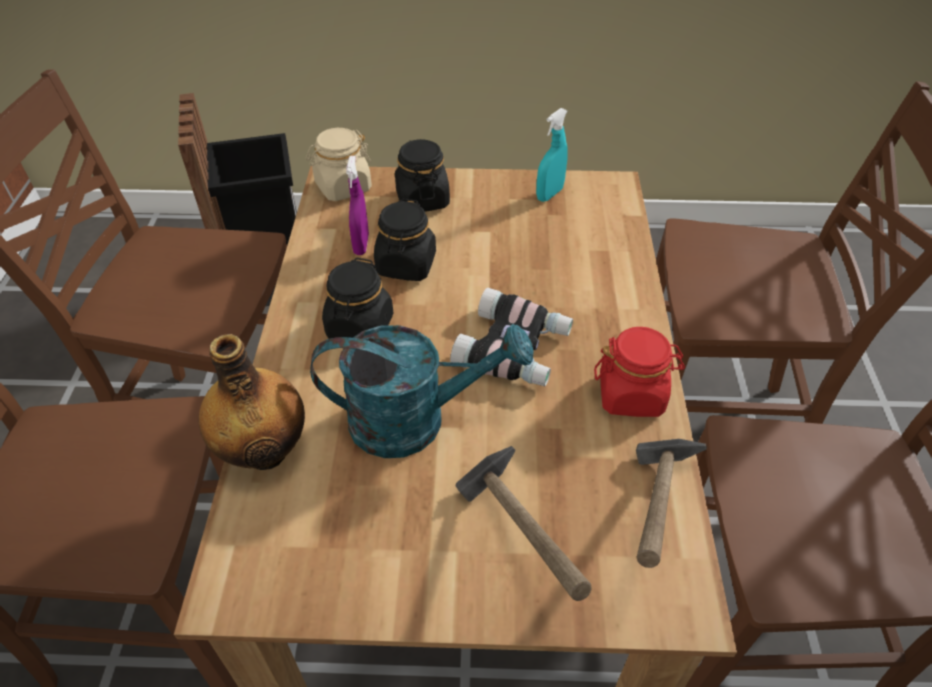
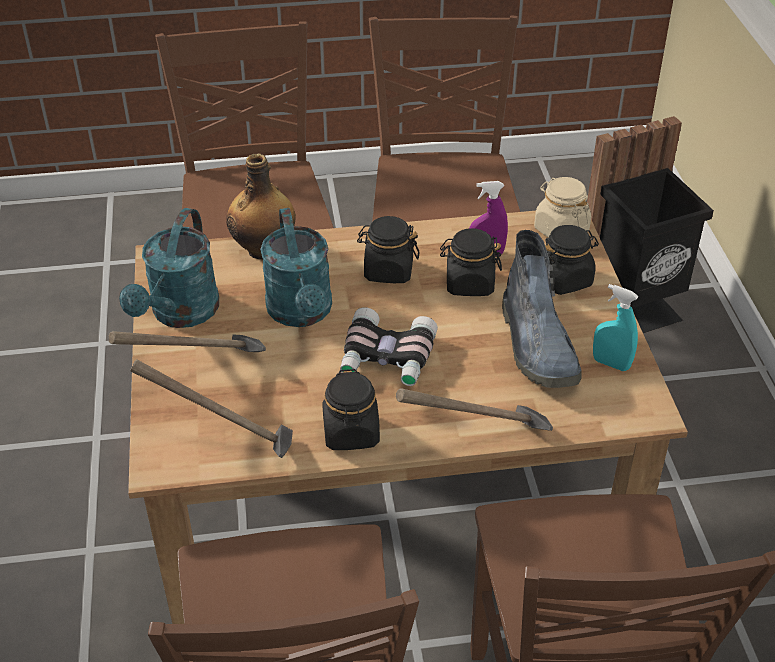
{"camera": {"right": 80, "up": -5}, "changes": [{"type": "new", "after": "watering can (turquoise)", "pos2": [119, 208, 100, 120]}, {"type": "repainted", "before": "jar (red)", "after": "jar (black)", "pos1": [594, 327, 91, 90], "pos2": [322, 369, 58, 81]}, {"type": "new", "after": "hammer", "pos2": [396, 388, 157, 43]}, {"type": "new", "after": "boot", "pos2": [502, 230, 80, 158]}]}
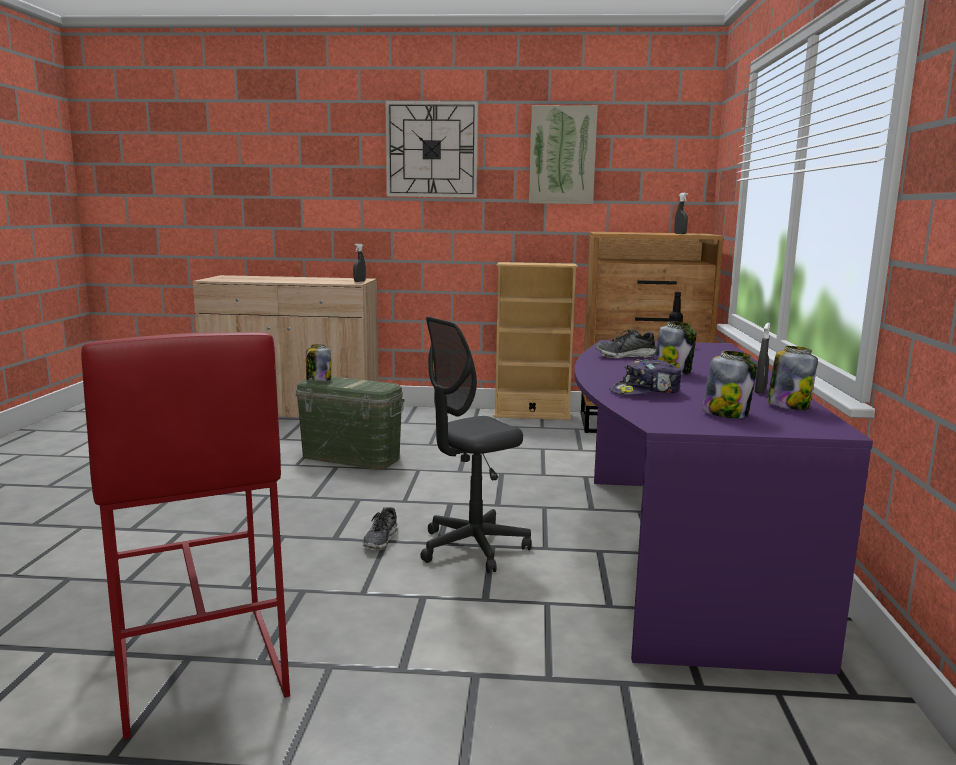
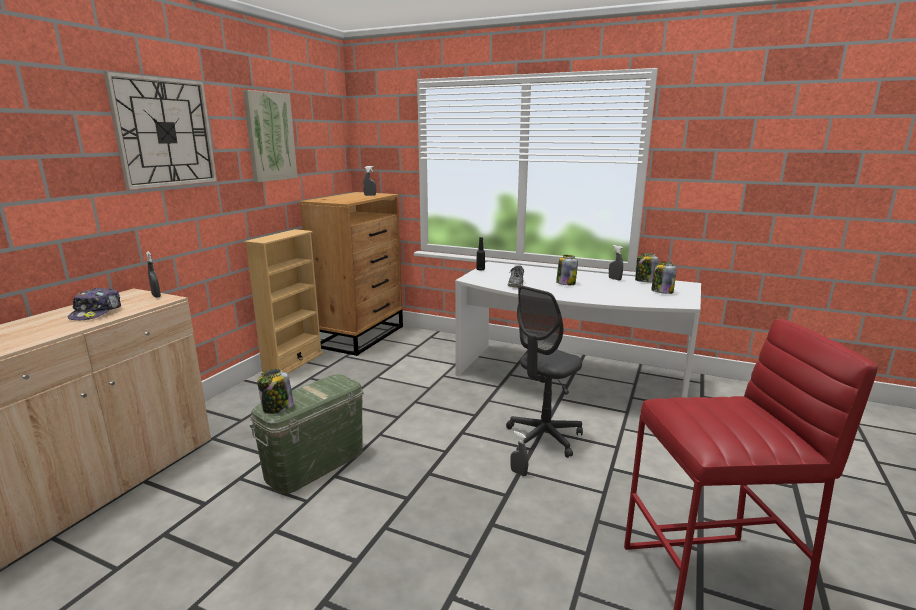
{"camera": {"right": -70, "up": 5}, "changes": [{"type": "shifted", "before": "cap", "pos1": [609, 359, 72, 36], "pos2": [68, 288, 53, 33]}, {"type": "repainted", "before": "desk (purple)", "after": "desk (white)", "pos1": [574, 340, 299, 335], "pos2": [455, 262, 246, 136]}, {"type": "rotated", "before": "office chair (grey)", "pos1": [420, 317, 112, 256], "pos2": [506, 285, 77, 173], "turn": 60}, {"type": "swapped", "before": "shoe", "after": "spray bottle (grey)", "pos1": [362, 507, 36, 43], "pos2": [510, 431, 18, 46]}]}
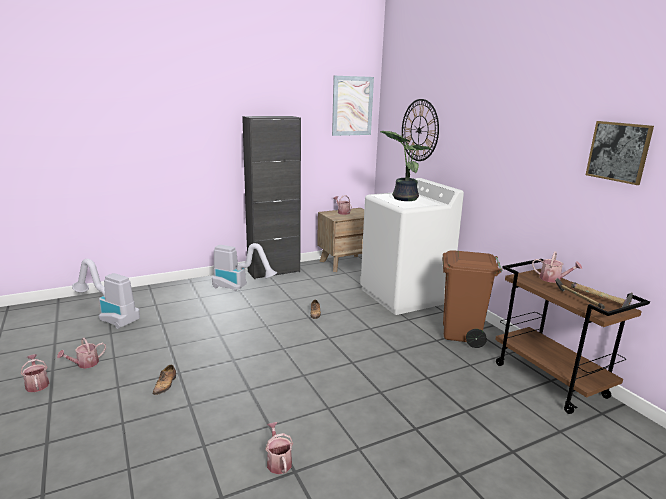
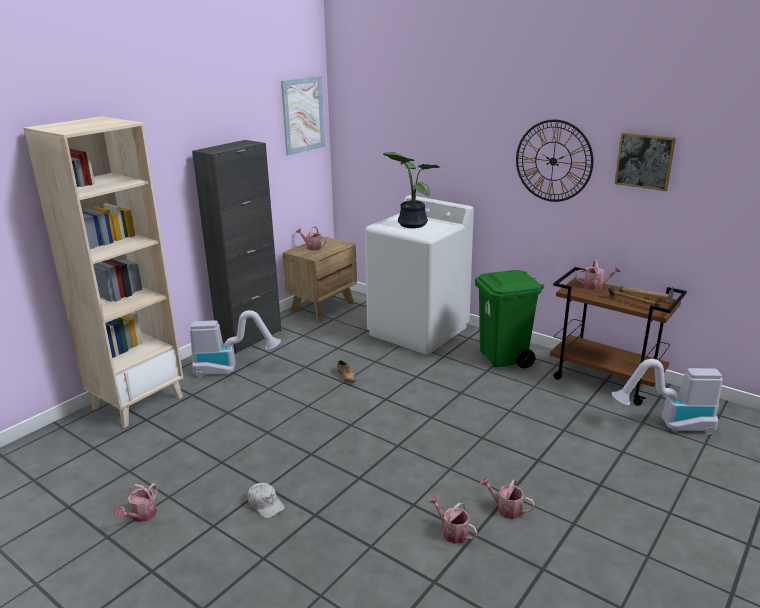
{"camera": {"right": -25, "up": 5}, "changes": [{"type": "new", "after": "bookcase (beige)", "pos2": [23, 116, 160, 312]}, {"type": "swapped", "before": "shoe", "after": "cap (white)", "pos1": [153, 365, 23, 30], "pos2": [247, 483, 38, 35]}, {"type": "repainted", "before": "trash can (brown)", "after": "trash can (green)", "pos1": [443, 250, 60, 98], "pos2": [475, 270, 70, 98]}, {"type": "shifted", "before": "watering can", "pos1": [21, 354, 28, 38], "pos2": [480, 477, 55, 42]}, {"type": "shifted", "before": "wall clock", "pos1": [402, 99, 37, 62], "pos2": [516, 119, 77, 83]}, {"type": "shifted", "before": "vacuum cleaner", "pos1": [72, 259, 68, 70], "pos2": [611, 359, 111, 75]}]}
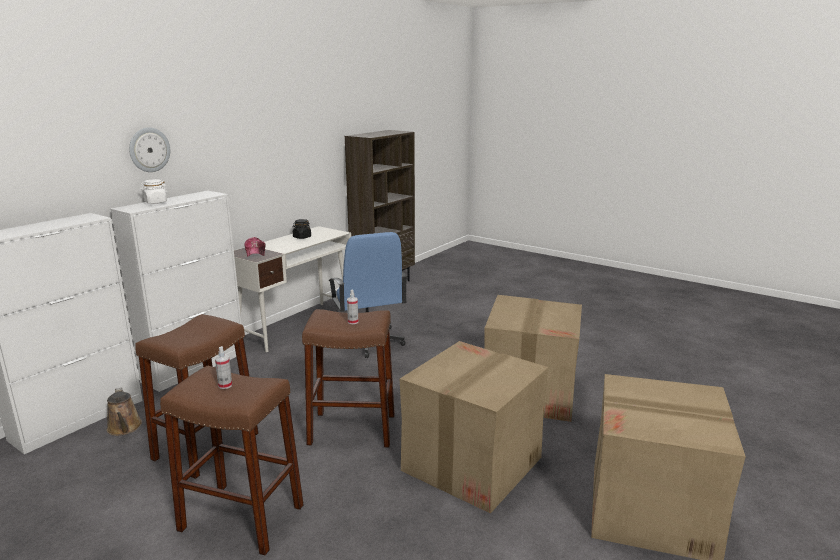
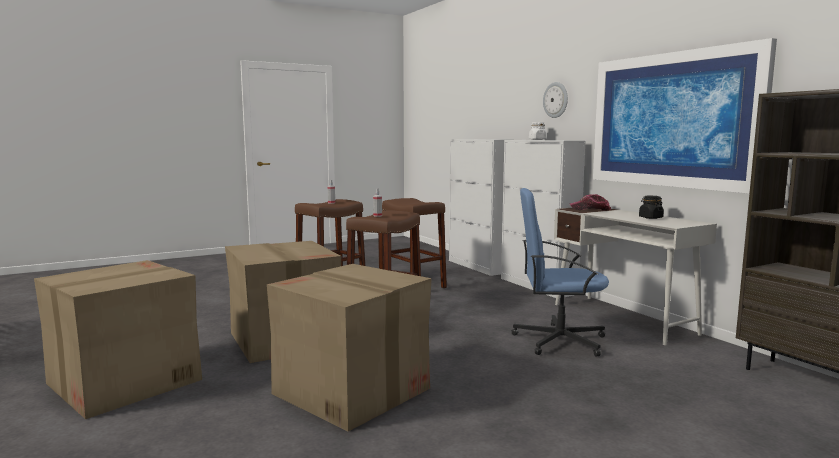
{"camera": {"right": 115, "up": -10}, "changes": [{"type": "new", "after": "picture", "pos2": [593, 38, 184, 156]}, {"type": "gone", "before": "watering can (brown)", "pos1": [107, 387, 35, 49]}]}
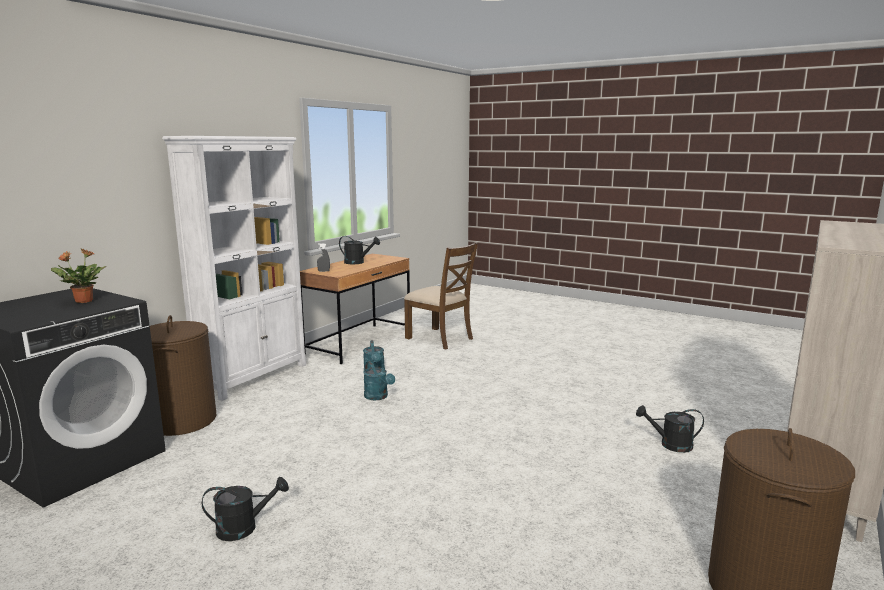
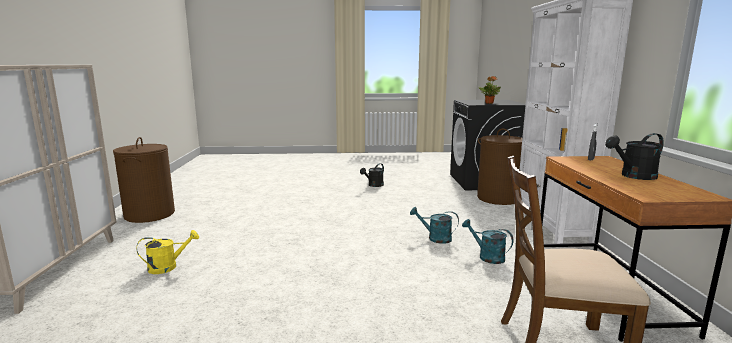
{"camera": {"right": 145, "up": 0}, "changes": [{"type": "repainted", "before": "watering can (black)", "after": "watering can (yellow)", "pos1": [636, 405, 68, 48], "pos2": [136, 230, 63, 44]}]}
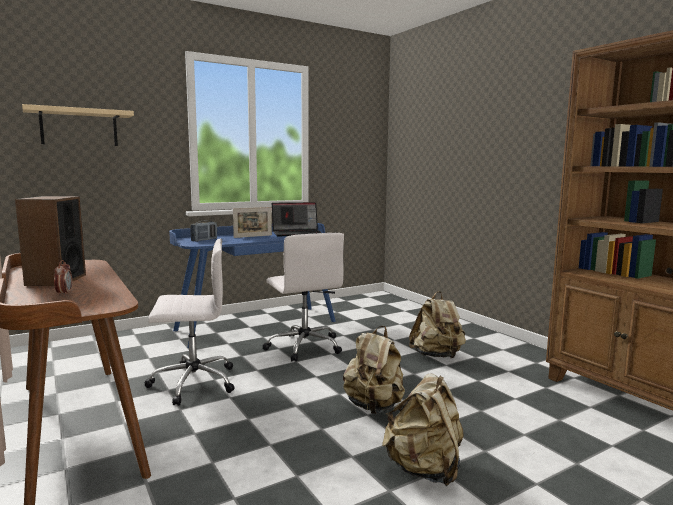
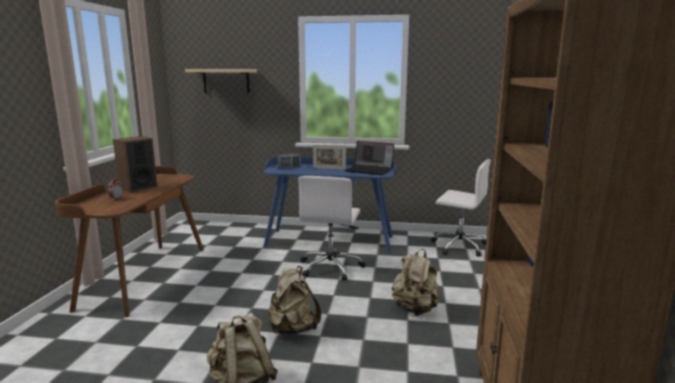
{"camera": {"right": 40, "up": 5}, "changes": [{"type": "shifted", "before": "office chair (white)", "pos1": [144, 239, 90, 167], "pos2": [431, 159, 60, 98]}]}
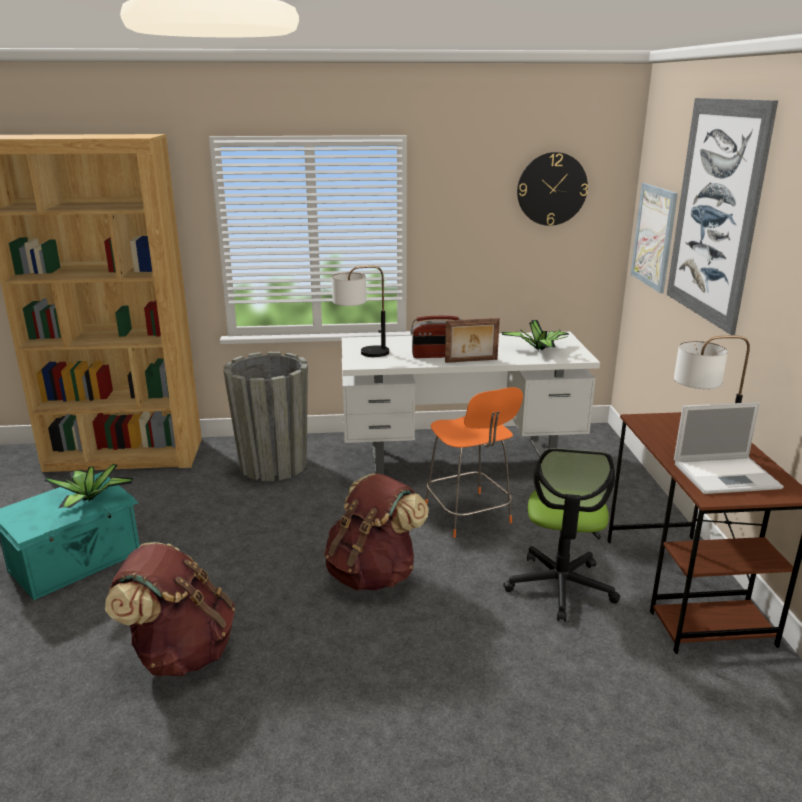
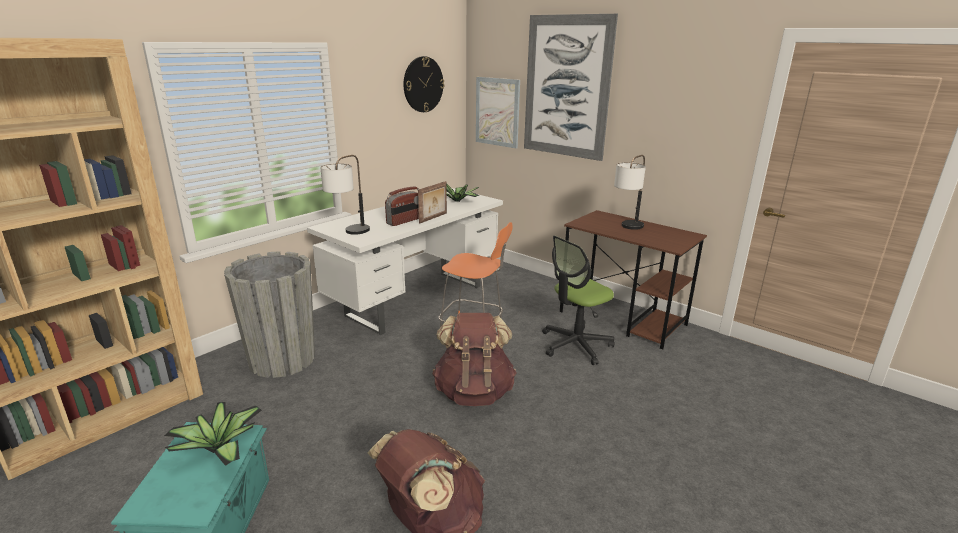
{"camera": {"right": -45, "up": 0}, "changes": [{"type": "rotated", "before": "office chair", "pos1": [503, 448, 117, 174], "pos2": [542, 236, 73, 129], "turn": 90}, {"type": "gone", "before": "laptop", "pos1": [674, 402, 110, 92]}]}
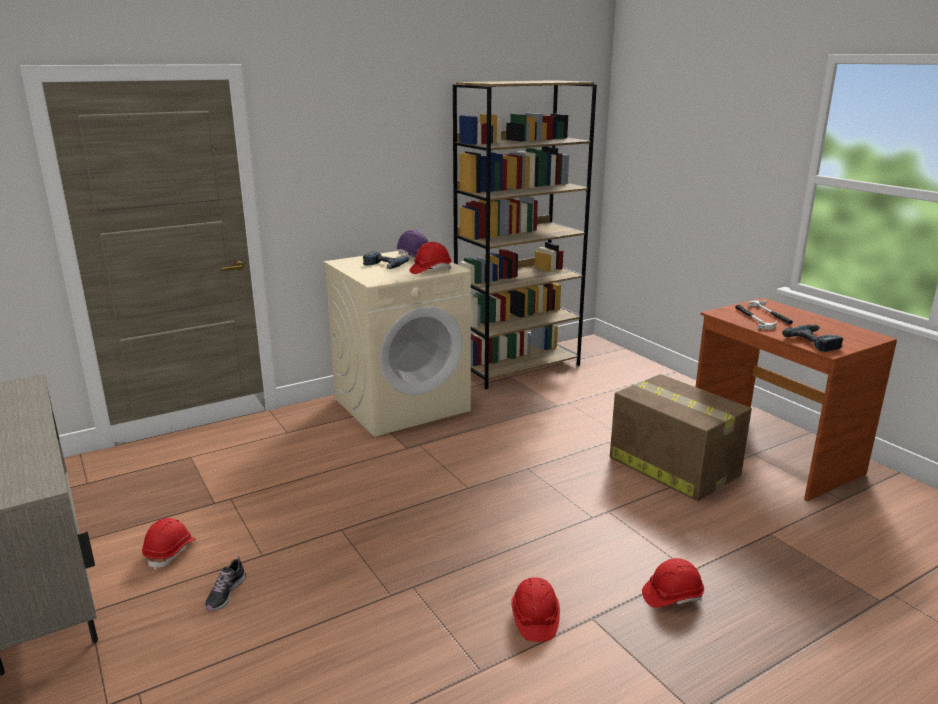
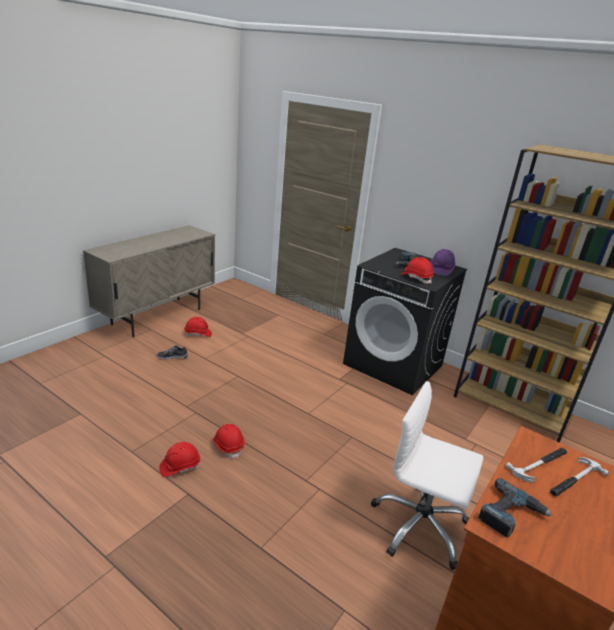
{"camera": {"right": 65, "up": 5}, "changes": [{"type": "shifted", "before": "hard hat (red)", "pos1": [642, 558, 62, 50], "pos2": [213, 424, 32, 34]}, {"type": "repainted", "before": "washing machine (beige)", "after": "washing machine (black)", "pos1": [324, 251, 147, 186], "pos2": [343, 248, 124, 147]}, {"type": "swapped", "before": "cardboard box", "after": "office chair (white)", "pos1": [610, 374, 142, 127], "pos2": [371, 381, 113, 189]}]}
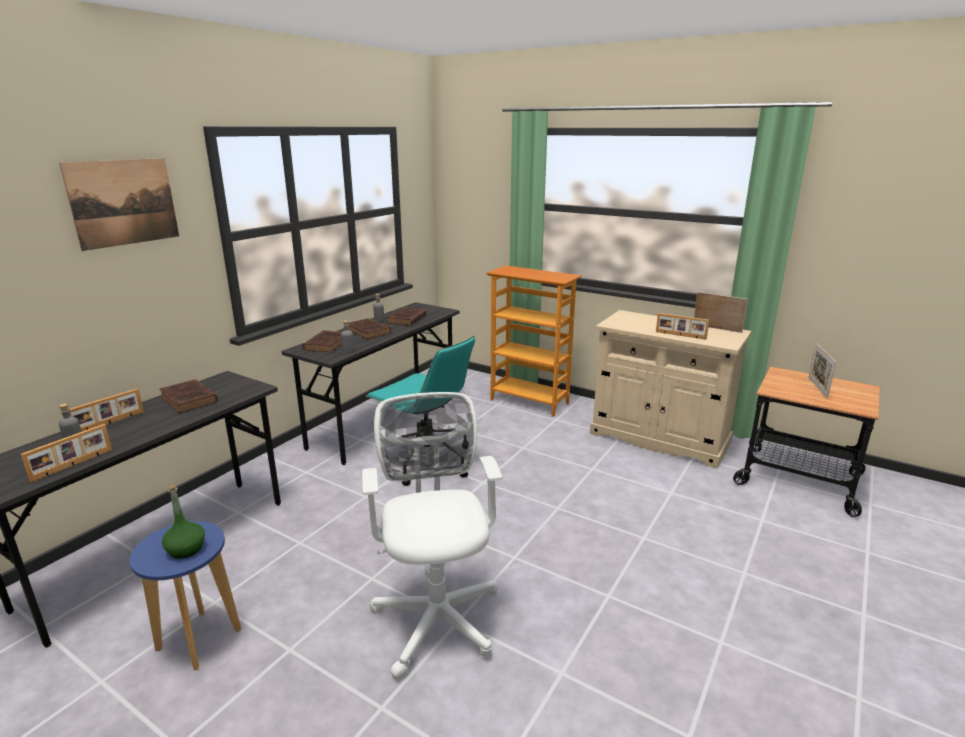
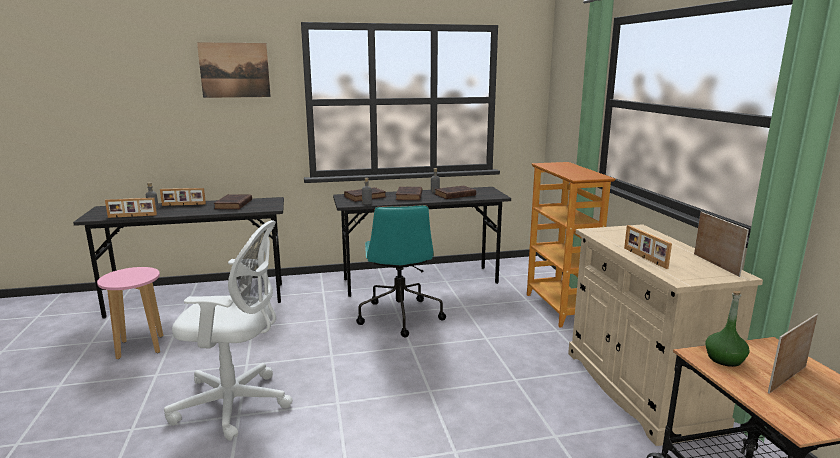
{"camera": {"right": 45, "up": -5}, "changes": [{"type": "repainted", "before": "stool (blue)", "after": "stool (pink)", "pos1": [129, 521, 112, 149], "pos2": [97, 267, 67, 92]}, {"type": "rotated", "before": "office chair (white)", "pos1": [362, 392, 140, 288], "pos2": [164, 220, 129, 221], "turn": 60}, {"type": "shifted", "before": "bottle (green)", "pos1": [162, 485, 43, 74], "pos2": [705, 291, 45, 76]}]}
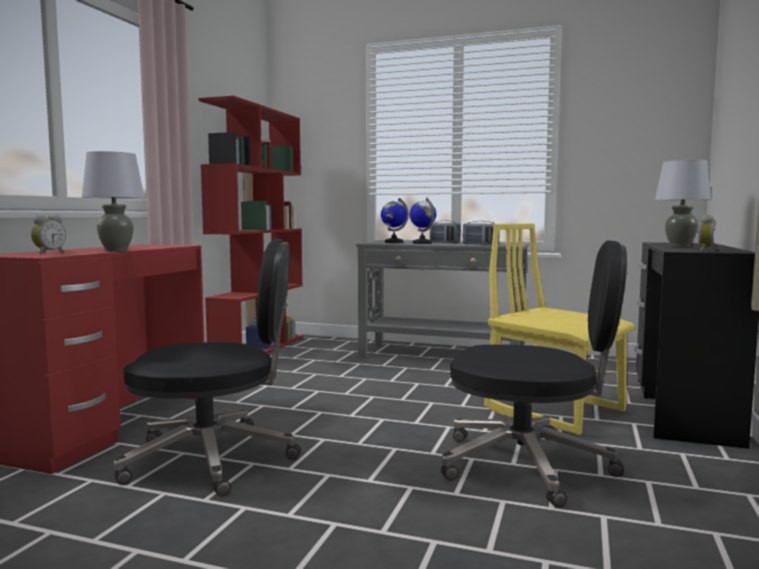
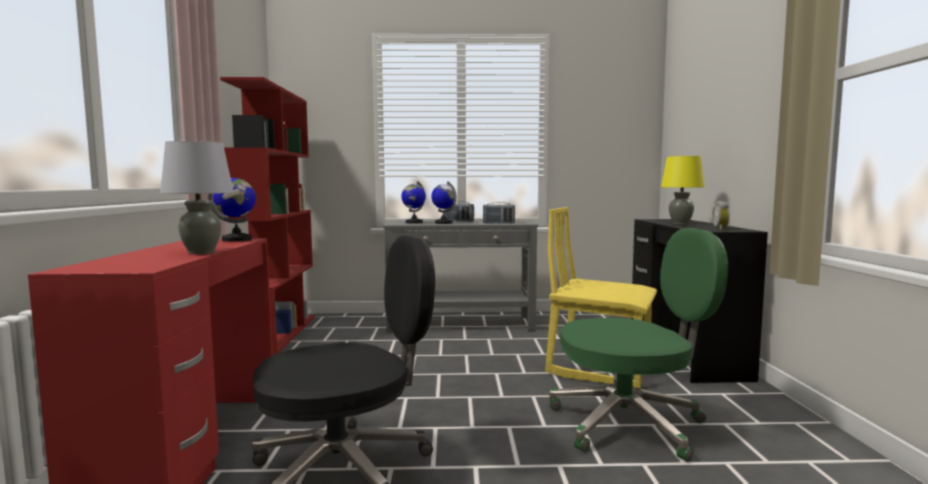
{"camera": {"right": -20, "up": 0}, "changes": [{"type": "new", "after": "globe", "pos2": [208, 178, 48, 64]}, {"type": "repainted", "before": "office chair (black)", "after": "office chair (green)", "pos1": [441, 240, 186, 268], "pos2": [549, 228, 179, 234]}, {"type": "repainted", "before": "table lamp (grey)", "after": "table lamp (yellow)", "pos1": [655, 160, 56, 87], "pos2": [661, 156, 43, 69]}, {"type": "gone", "before": "alarm clock", "pos1": [31, 214, 35, 40]}]}
